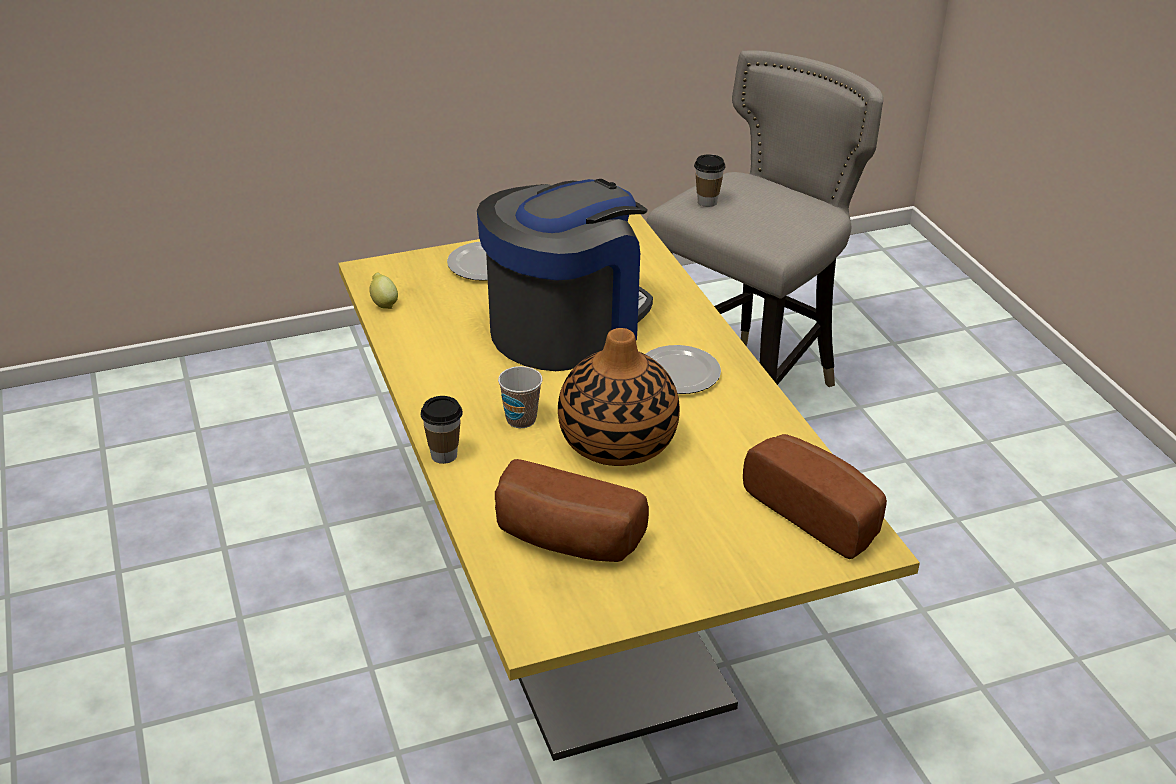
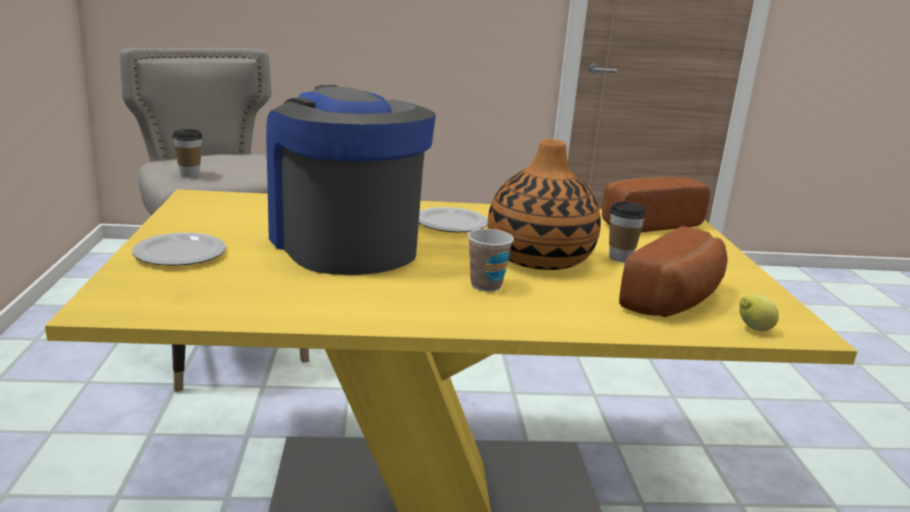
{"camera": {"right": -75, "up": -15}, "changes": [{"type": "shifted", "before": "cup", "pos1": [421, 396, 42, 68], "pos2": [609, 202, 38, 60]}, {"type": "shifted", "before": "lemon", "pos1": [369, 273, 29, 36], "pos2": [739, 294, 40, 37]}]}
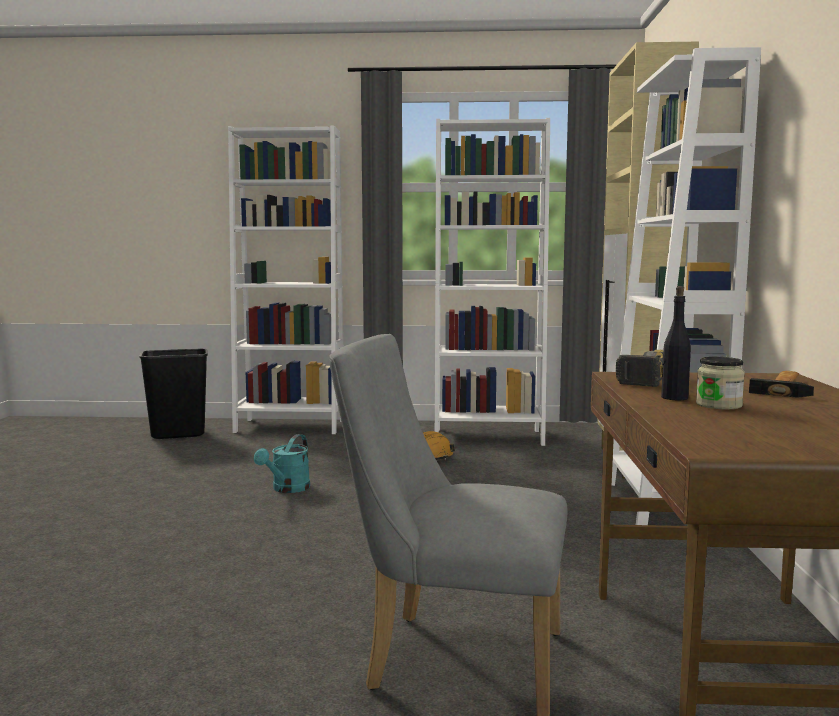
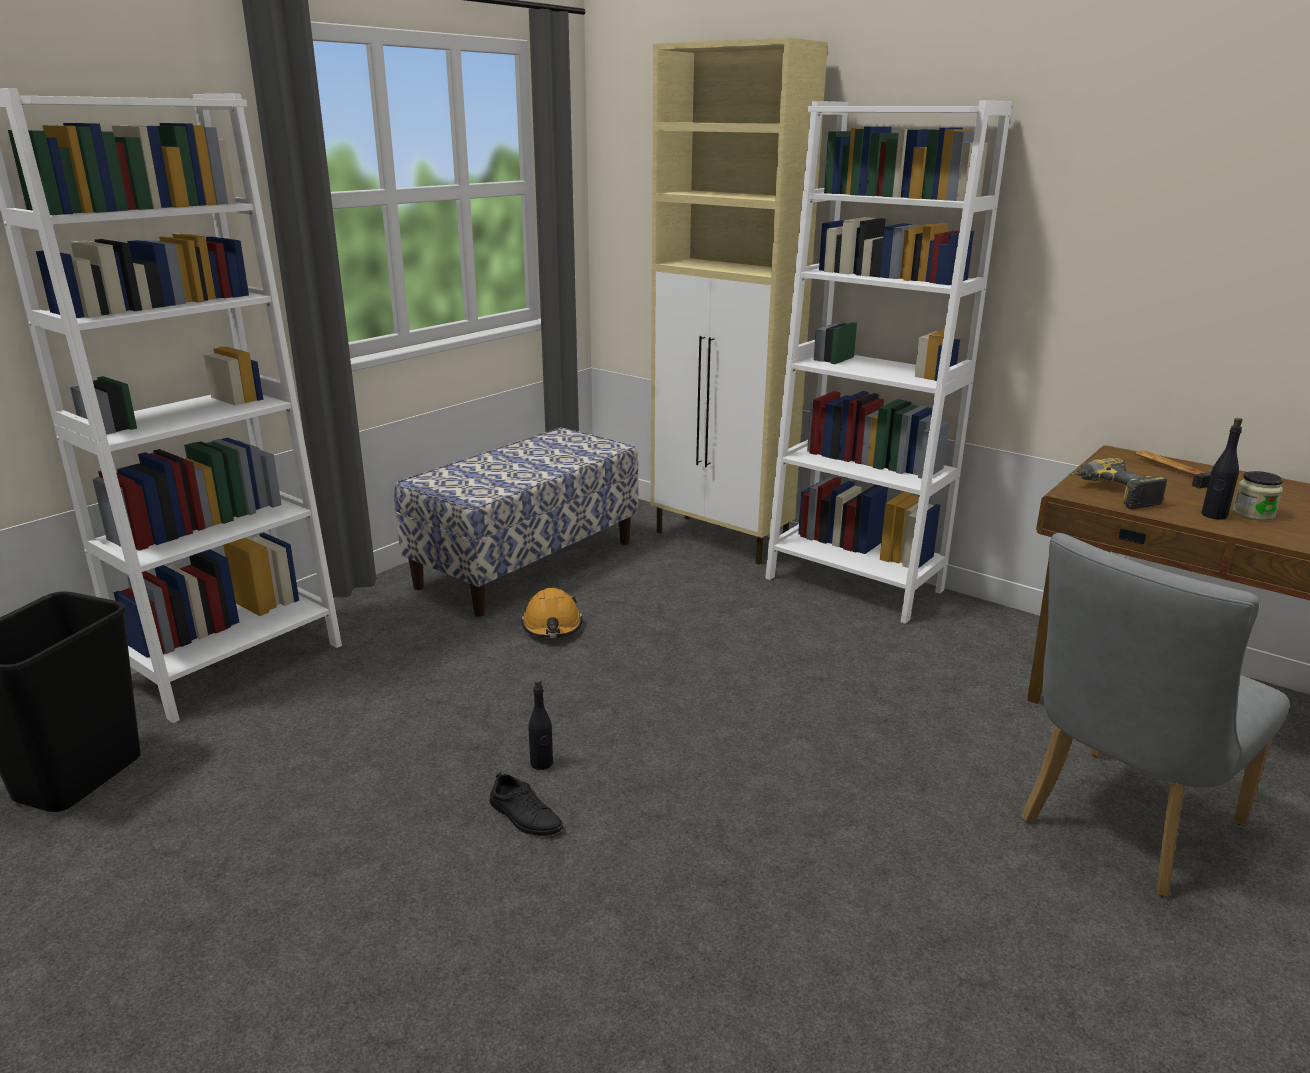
{"camera": {"right": -55, "up": 15}, "changes": [{"type": "swapped", "before": "bookcase (white)", "after": "bench", "pos1": [435, 118, 115, 328], "pos2": [394, 428, 245, 189]}, {"type": "new", "after": "shoe (black)", "pos2": [490, 772, 73, 64]}, {"type": "swapped", "before": "watering can (turquoise)", "after": "bottle (black)", "pos1": [254, 434, 56, 59], "pos2": [528, 679, 25, 91]}]}
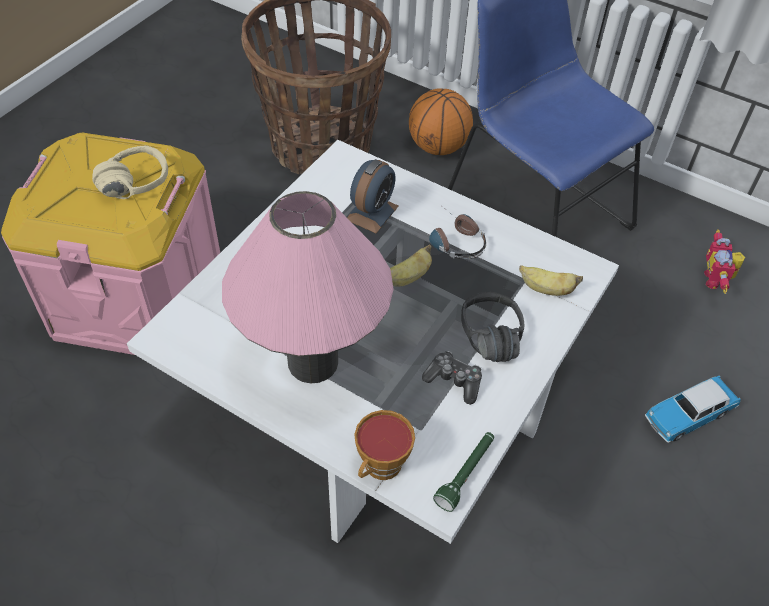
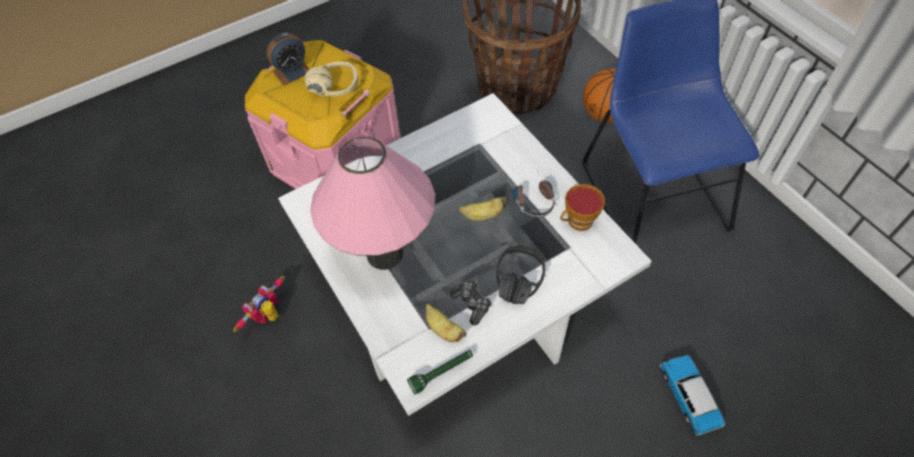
{"camera": {"right": 30, "up": 5}, "changes": [{"type": "shifted", "before": "toy robot", "pos1": [704, 229, 41, 65], "pos2": [233, 276, 52, 56]}, {"type": "shifted", "before": "alarm clock", "pos1": [347, 159, 52, 74], "pos2": [266, 32, 43, 54]}, {"type": "shifted", "before": "banana", "pos1": [519, 265, 64, 31], "pos2": [426, 304, 41, 38]}, {"type": "shifted", "before": "cup", "pos1": [354, 410, 61, 70], "pos2": [560, 184, 45, 47]}, {"type": "rotated", "before": "toy car", "pos1": [645, 376, 96, 67], "pos2": [660, 355, 65, 81], "turn": 75}]}
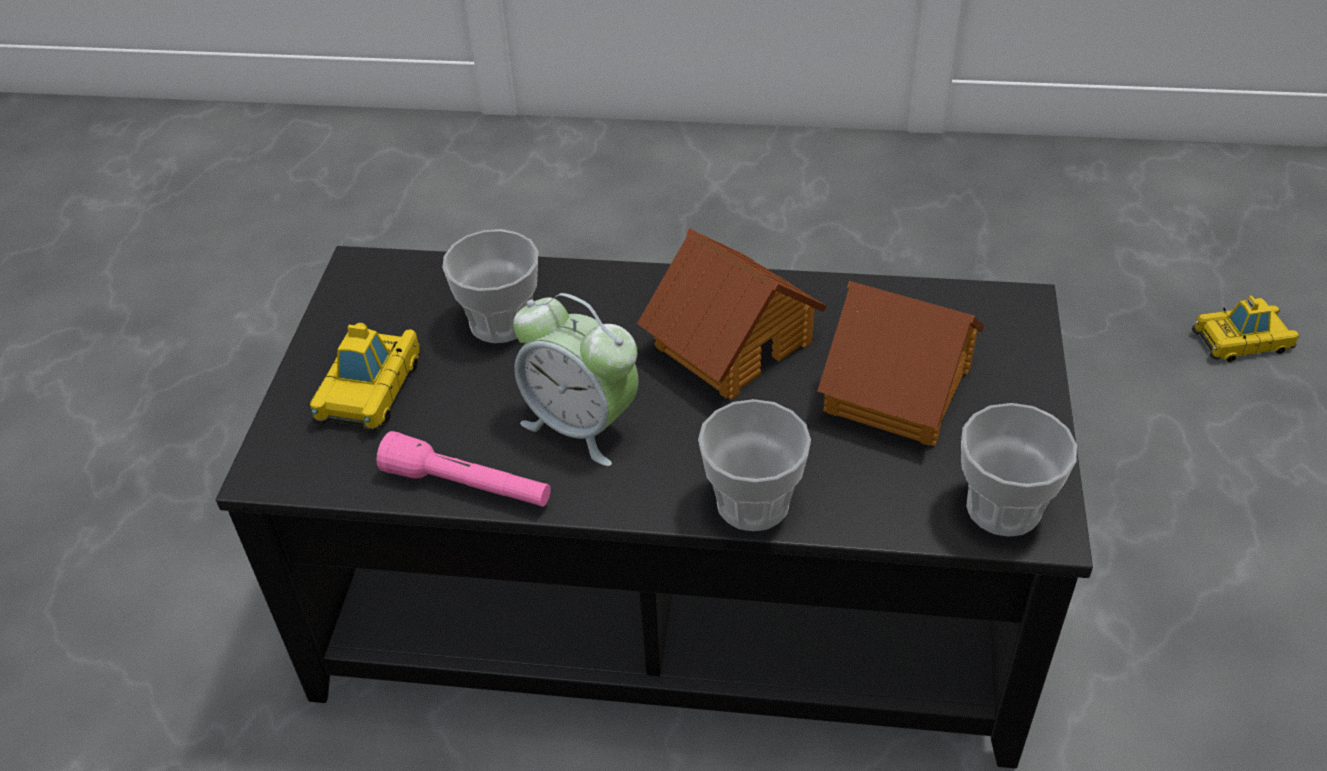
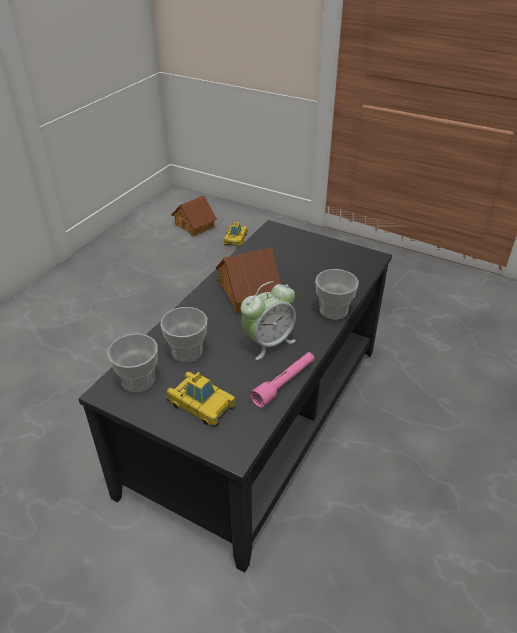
{"camera": {"right": -70, "up": -5}, "changes": [{"type": "shifted", "before": "cup", "pos1": [961, 403, 116, 134], "pos2": [108, 334, 50, 59]}, {"type": "shifted", "before": "toy house", "pos1": [817, 281, 167, 165], "pos2": [171, 195, 46, 42]}]}
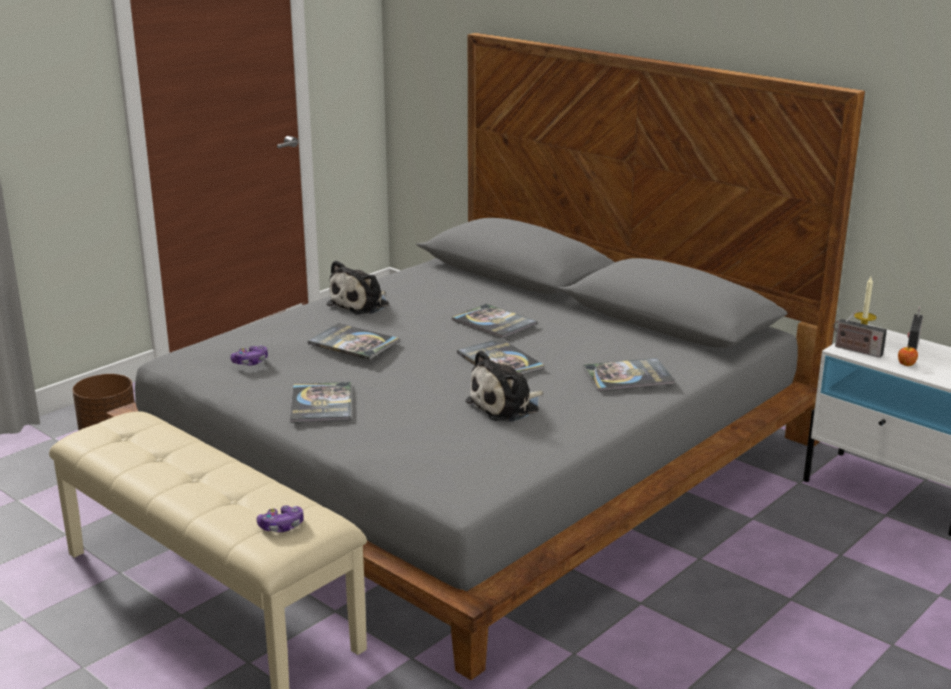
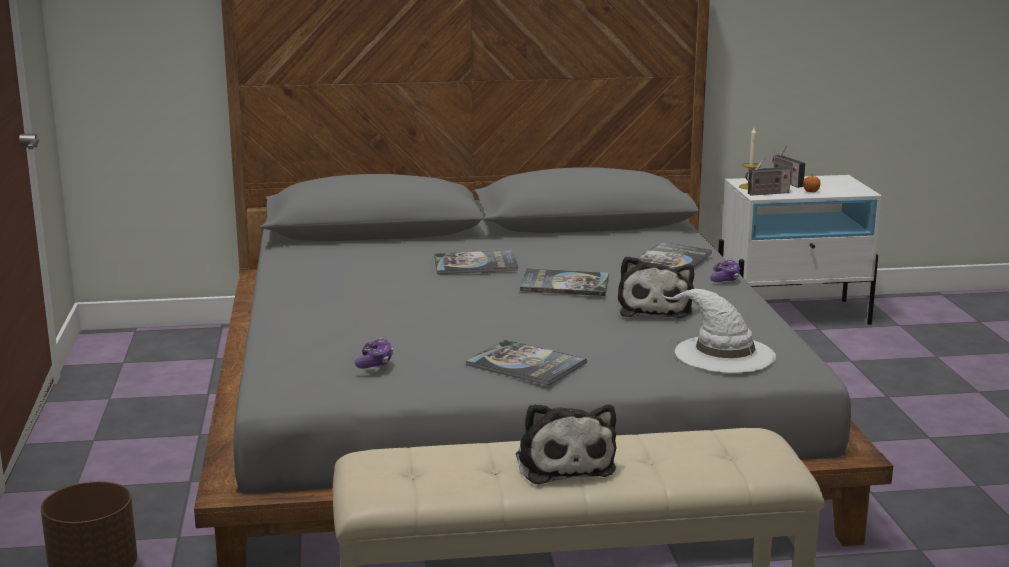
{"camera": {"right": -50, "up": -5}, "changes": [{"type": "shifted", "before": "plush toy", "pos1": [327, 260, 62, 55], "pos2": [516, 404, 100, 81]}, {"type": "new", "after": "hat (white)", "pos2": [662, 289, 114, 84]}, {"type": "shifted", "before": "game controller", "pos1": [257, 505, 47, 27], "pos2": [710, 259, 30, 23]}, {"type": "gone", "before": "book", "pos1": [308, 323, 91, 37]}]}
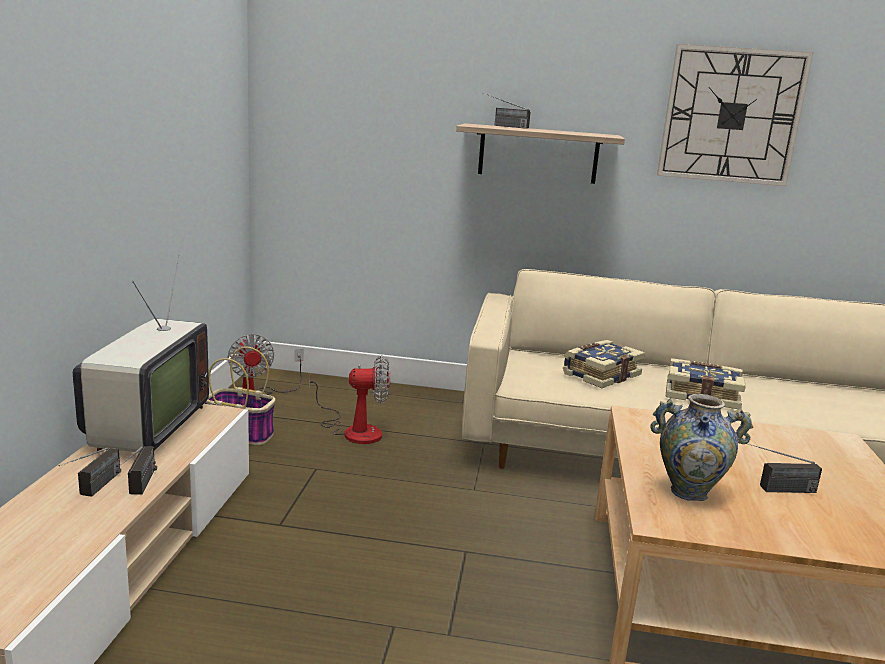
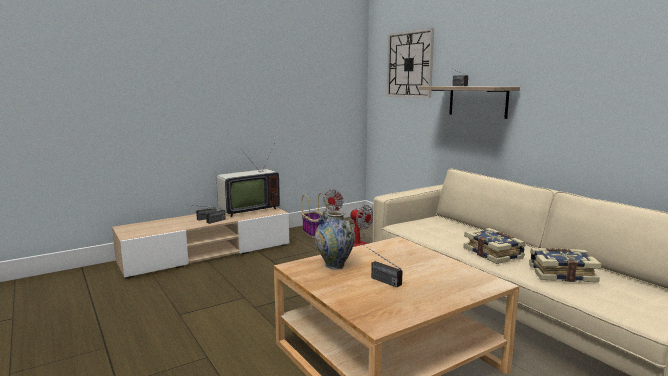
{"camera": {"right": 50, "up": -5}, "changes": [{"type": "shifted", "before": "wall clock", "pos1": [657, 44, 156, 142], "pos2": [387, 28, 47, 70]}, {"type": "shifted", "before": "book", "pos1": [563, 340, 82, 48], "pos2": [529, 248, 73, 34]}]}
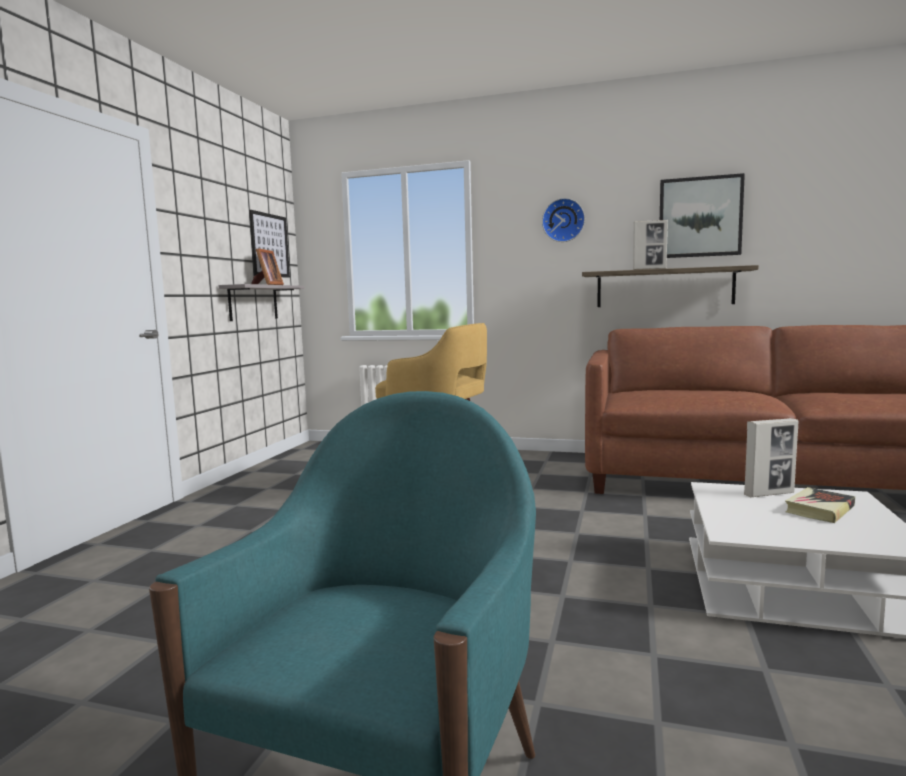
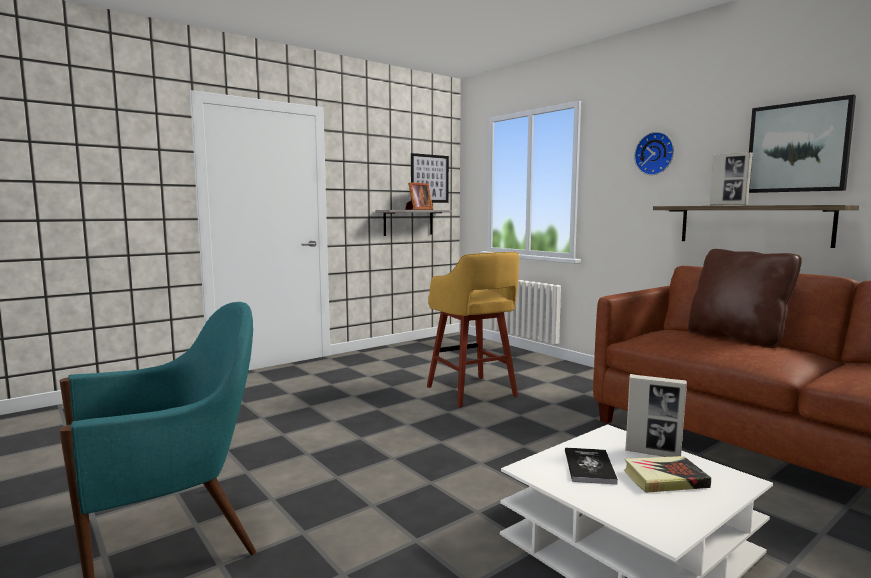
{"camera": {"right": 35, "up": 0}, "changes": [{"type": "new", "after": "book", "pos2": [565, 447, 53, 38]}, {"type": "new", "after": "pillow (brown)", "pos2": [688, 249, 114, 99]}]}
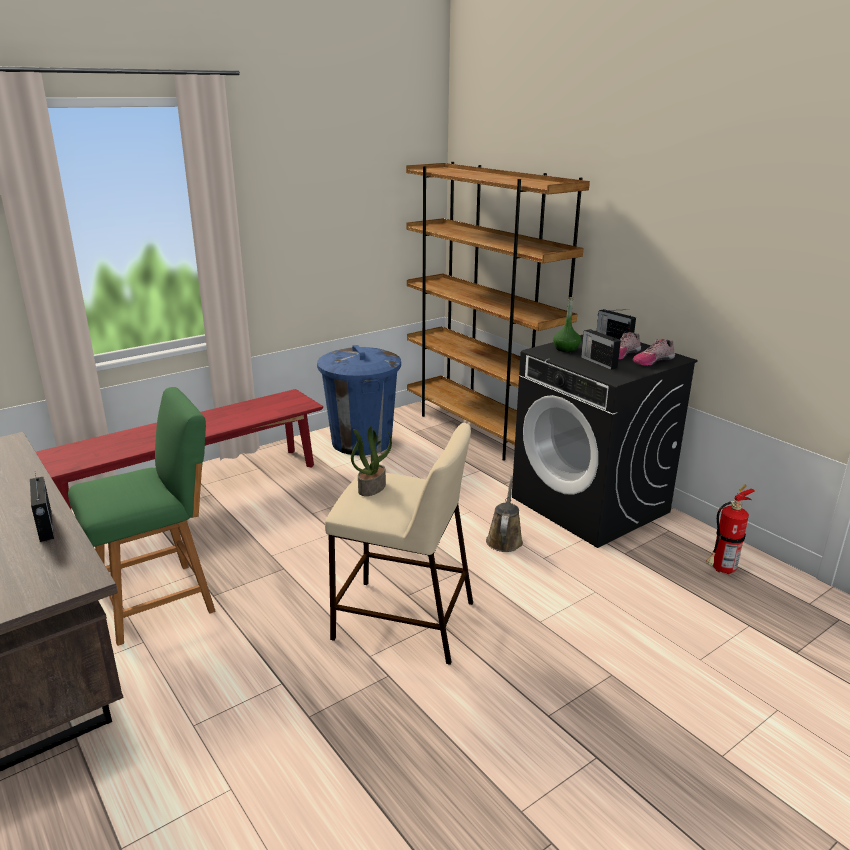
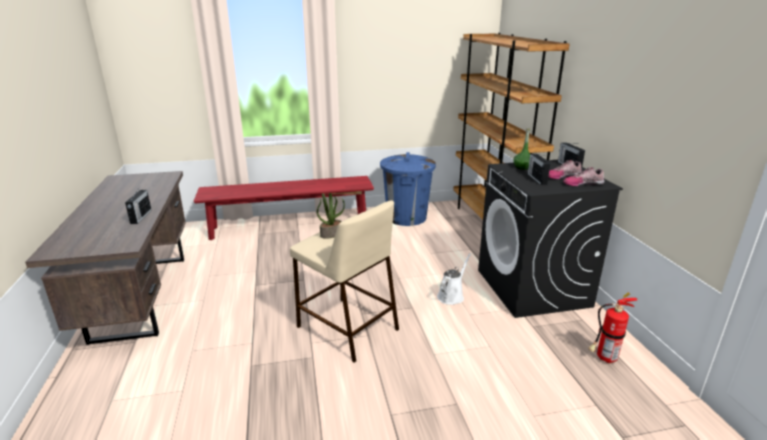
{"camera": {"right": 25, "up": 0}, "changes": [{"type": "repainted", "before": "watering can (brown)", "after": "watering can (white)", "pos1": [486, 476, 37, 76], "pos2": [437, 253, 34, 52]}, {"type": "gone", "before": "chair (green)", "pos1": [68, 387, 148, 259]}]}
